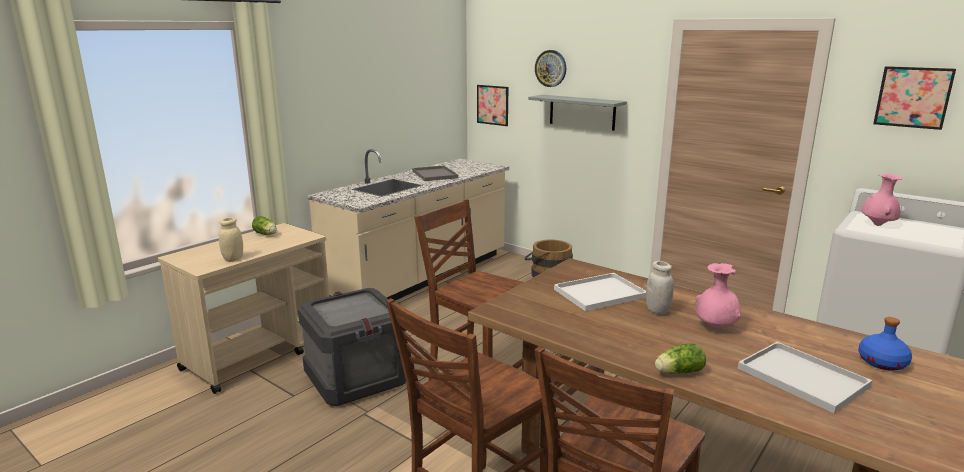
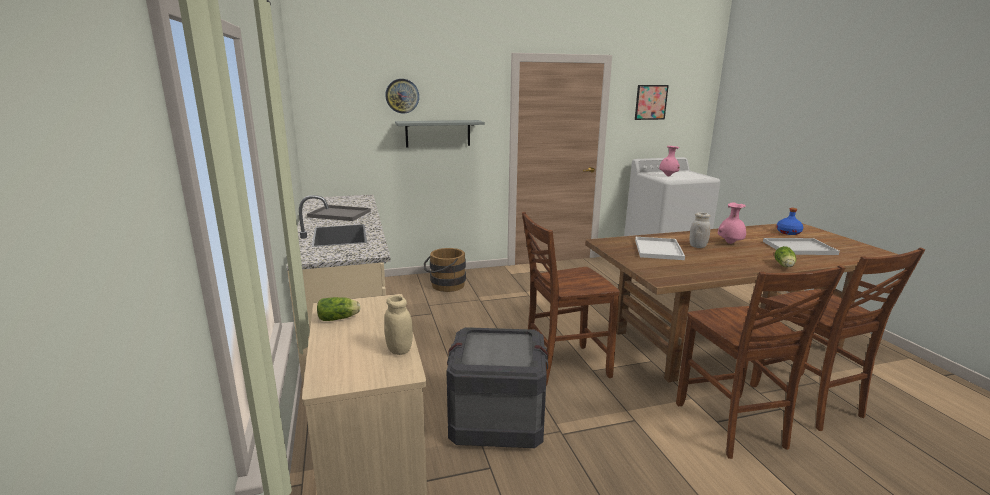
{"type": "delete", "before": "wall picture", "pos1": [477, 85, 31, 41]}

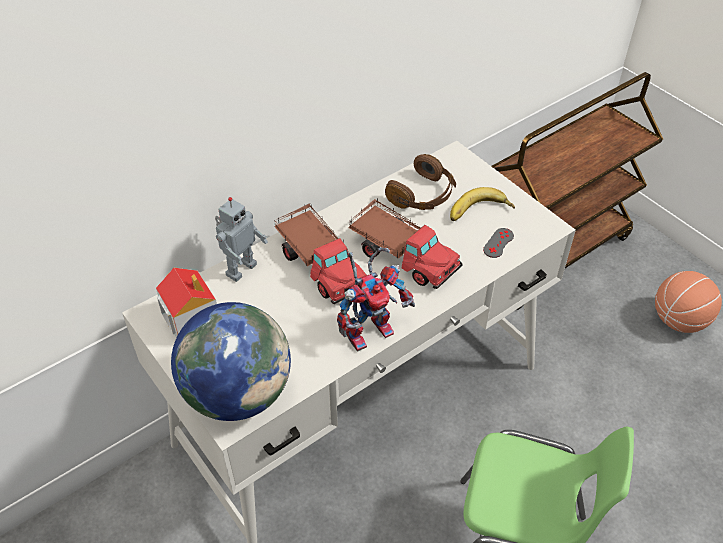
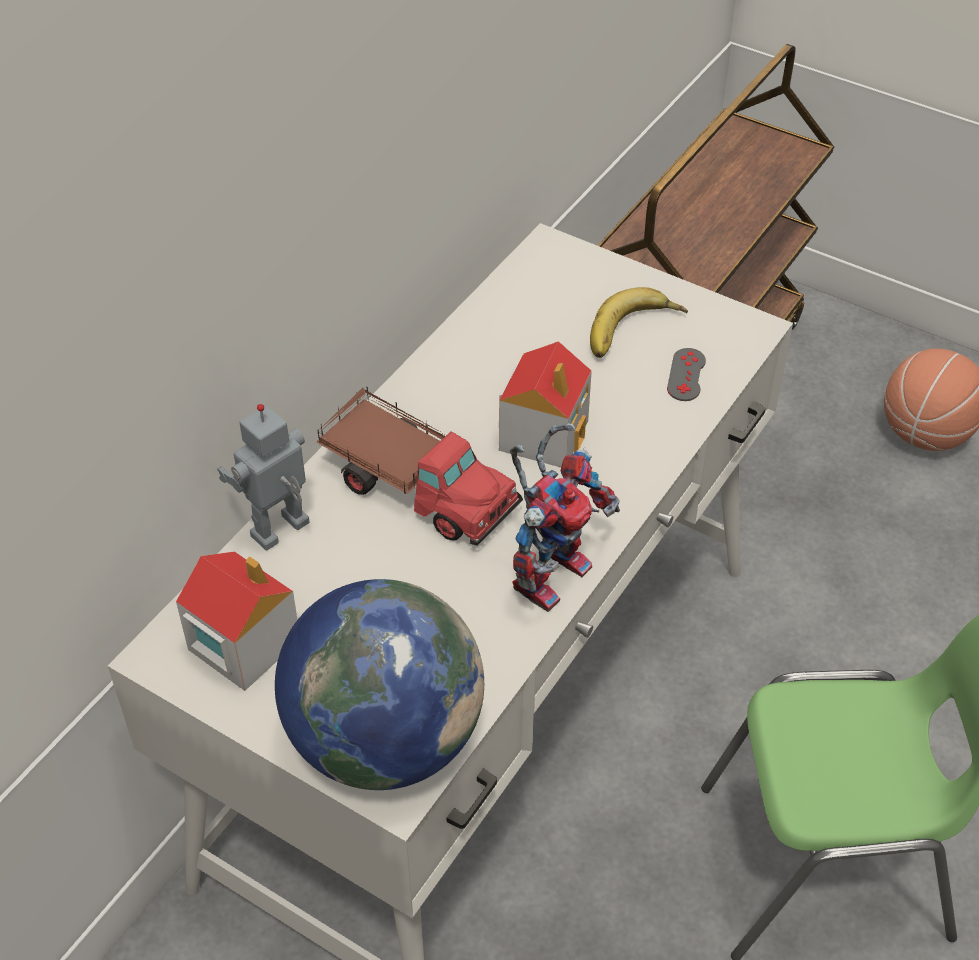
{"type": "rotate", "before": "toy robot", "pos1": [215, 197, 53, 85], "pos2": [217, 404, 93, 146], "turn": -150}
{"type": "replace", "before": "model truck", "after": "miniature house", "pos1": [348, 199, 115, 90], "pos2": [499, 341, 93, 126]}
{"type": "delete", "before": "headset in brown-coloured", "pos1": [385, 154, 71, 56]}

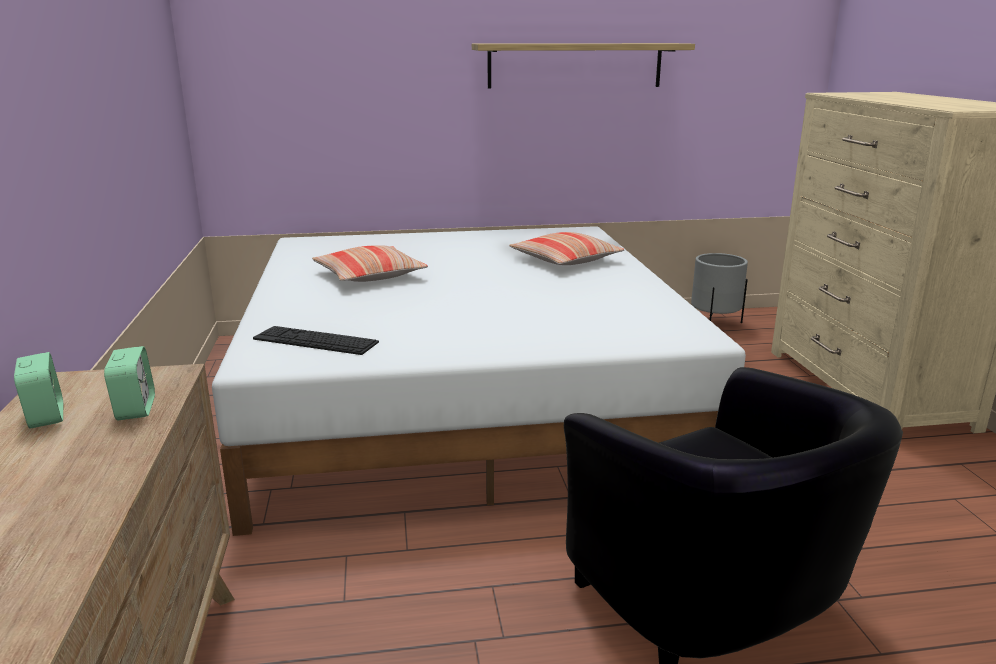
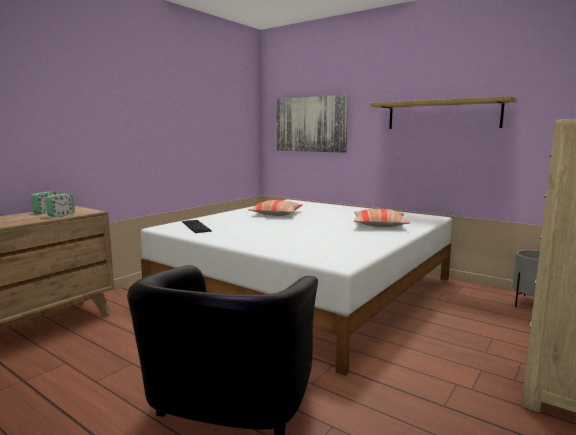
{"type": "insert", "after": "wall picture", "pos2": [276, 95, 72, 58]}

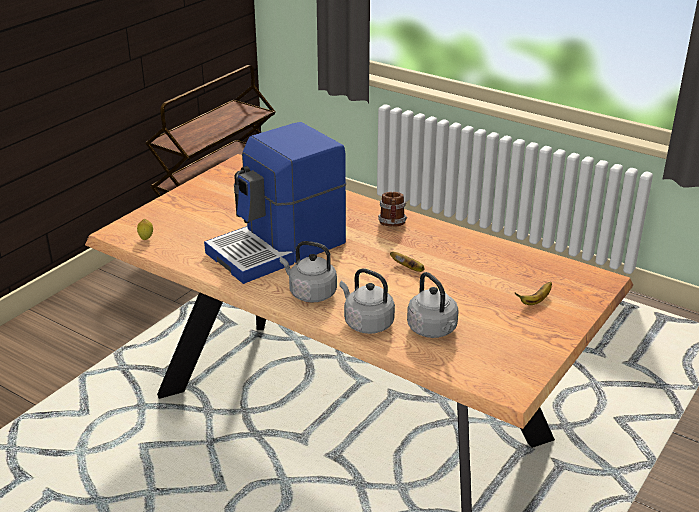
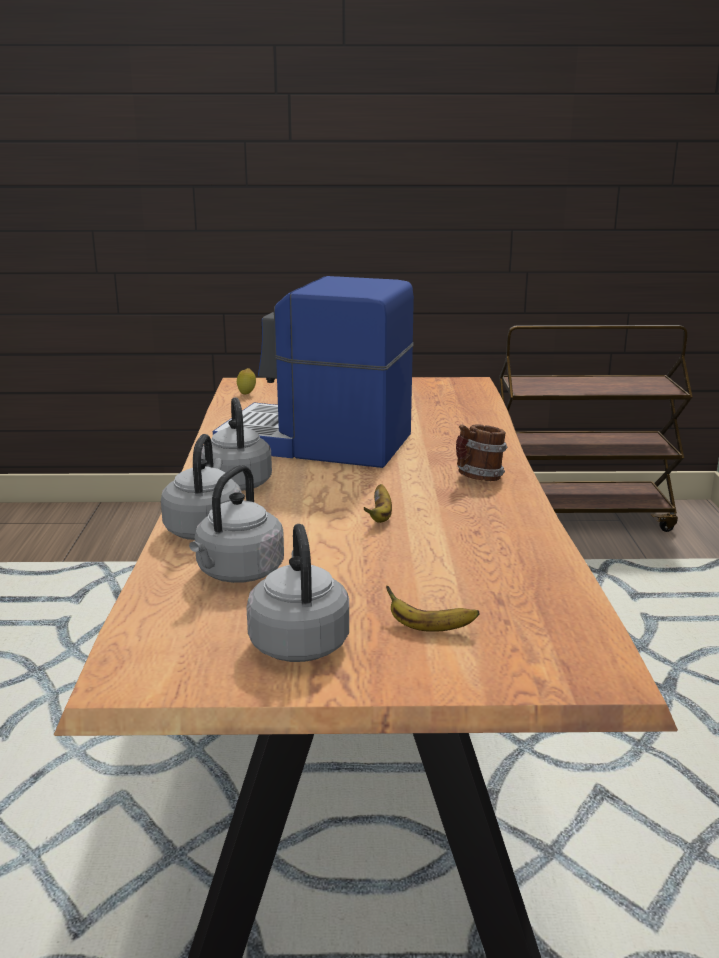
{"type": "insert", "after": "tea kettle in gray", "pos2": [246, 524, 103, 138]}

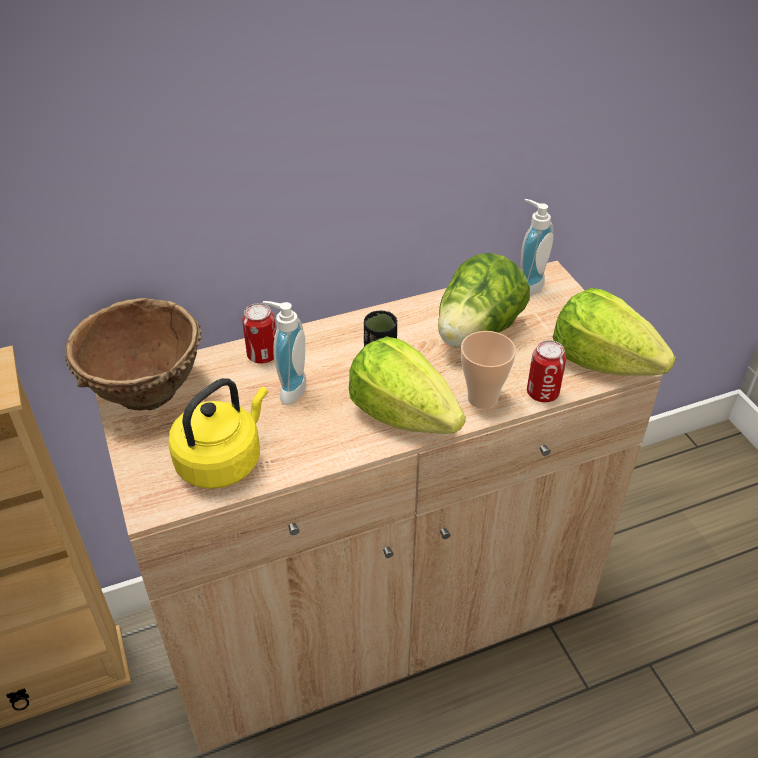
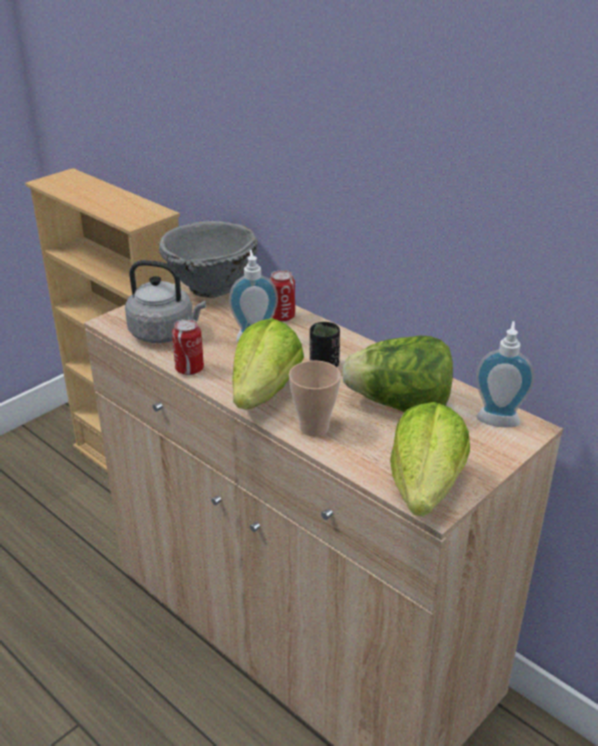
{"type": "recolor", "before": "deep dish in brown-coloured", "after": "deep dish in gray", "pos1": [65, 298, 137, 112], "pos2": [159, 221, 99, 77]}
{"type": "recolor", "before": "tea kettle in yellow-coloured", "after": "tea kettle in gray", "pos1": [168, 378, 100, 111], "pos2": [125, 260, 81, 83]}
{"type": "move", "before": "can", "pos1": [527, 340, 39, 62], "pos2": [172, 319, 32, 56]}

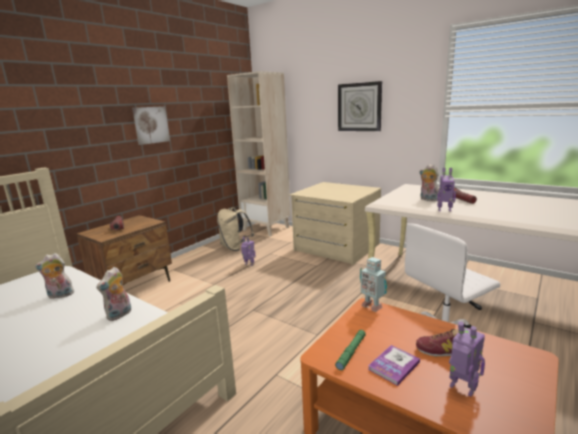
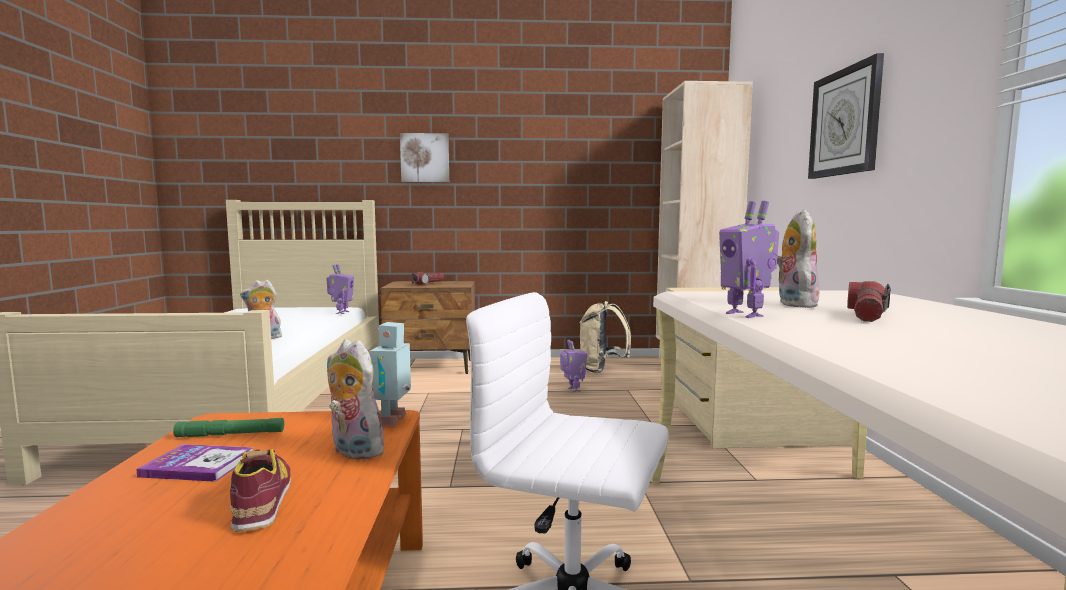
{"type": "move", "before": "cuddly toy", "pos1": [35, 253, 39, 46], "pos2": [327, 339, 58, 120]}
{"type": "move", "before": "wall picture", "pos1": [132, 106, 38, 39], "pos2": [400, 133, 49, 49]}
{"type": "move", "before": "toy robot", "pos1": [449, 321, 36, 76], "pos2": [326, 264, 28, 50]}

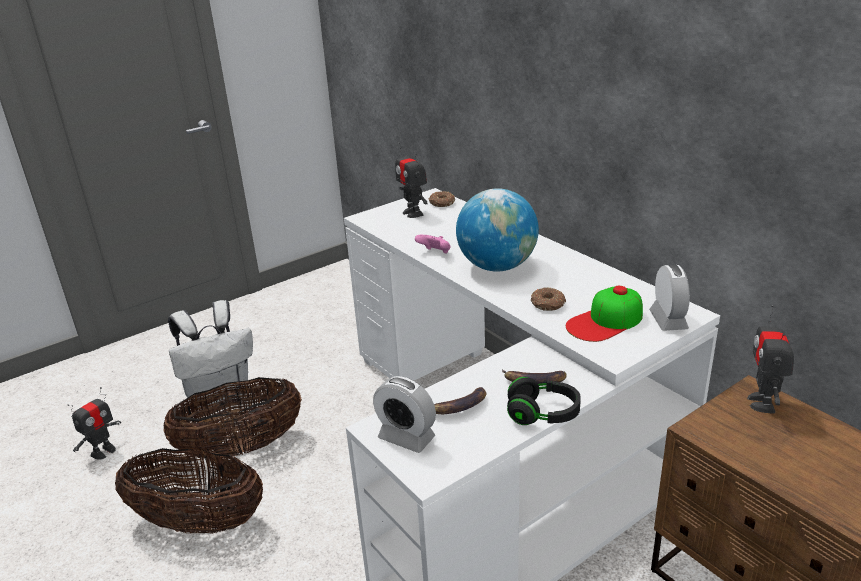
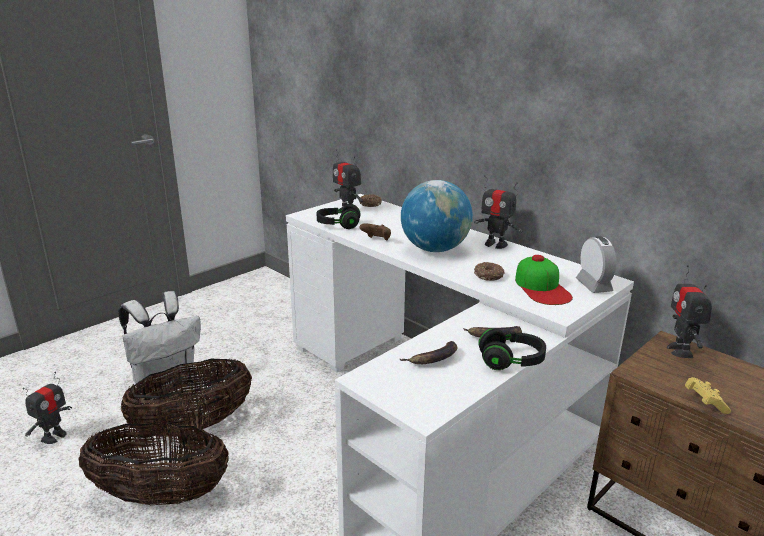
{"type": "delete", "before": "table clock", "pos1": [373, 376, 63, 77]}
{"type": "recolor", "before": "gamepad in pink-coloured", "after": "gamepad in brown-coloured", "pos1": [415, 235, 35, 19], "pos2": [360, 224, 31, 17]}
{"type": "rotate", "before": "cap", "pos1": [566, 286, 77, 56], "pos2": [515, 255, 58, 50], "turn": -60}
{"type": "insert", "after": "headset in black-coloured", "pos2": [316, 204, 45, 25]}
{"type": "insert", "after": "toy robot", "pos2": [474, 175, 48, 74]}
{"type": "insert", "after": "gamepad in yellow-coloured", "pos2": [685, 377, 46, 37]}

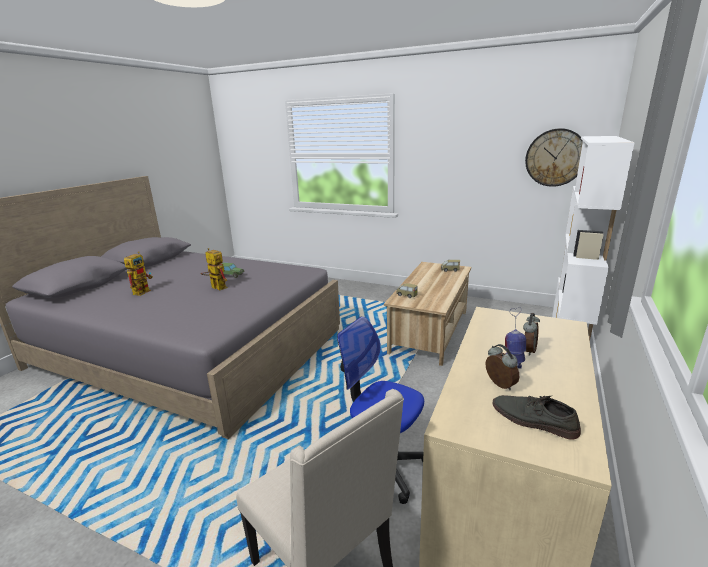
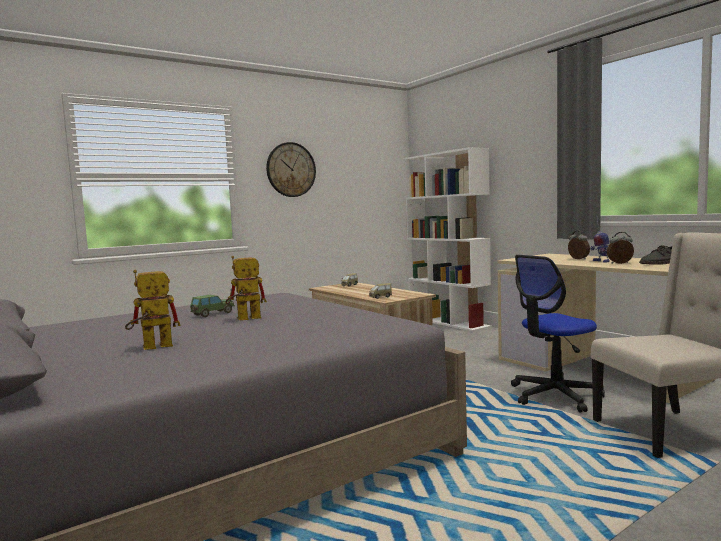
{"type": "rotate", "before": "toy robot", "pos1": [124, 252, 29, 44], "pos2": [125, 270, 56, 80], "turn": -75}
{"type": "move", "before": "clock on the wall", "pos1": [525, 128, 58, 59], "pos2": [266, 142, 50, 55]}

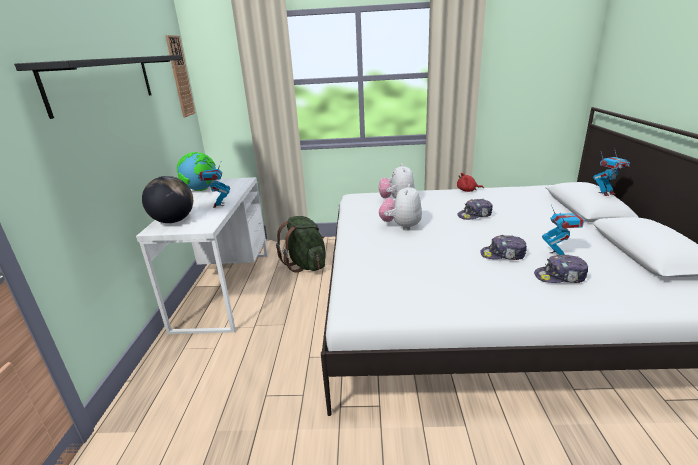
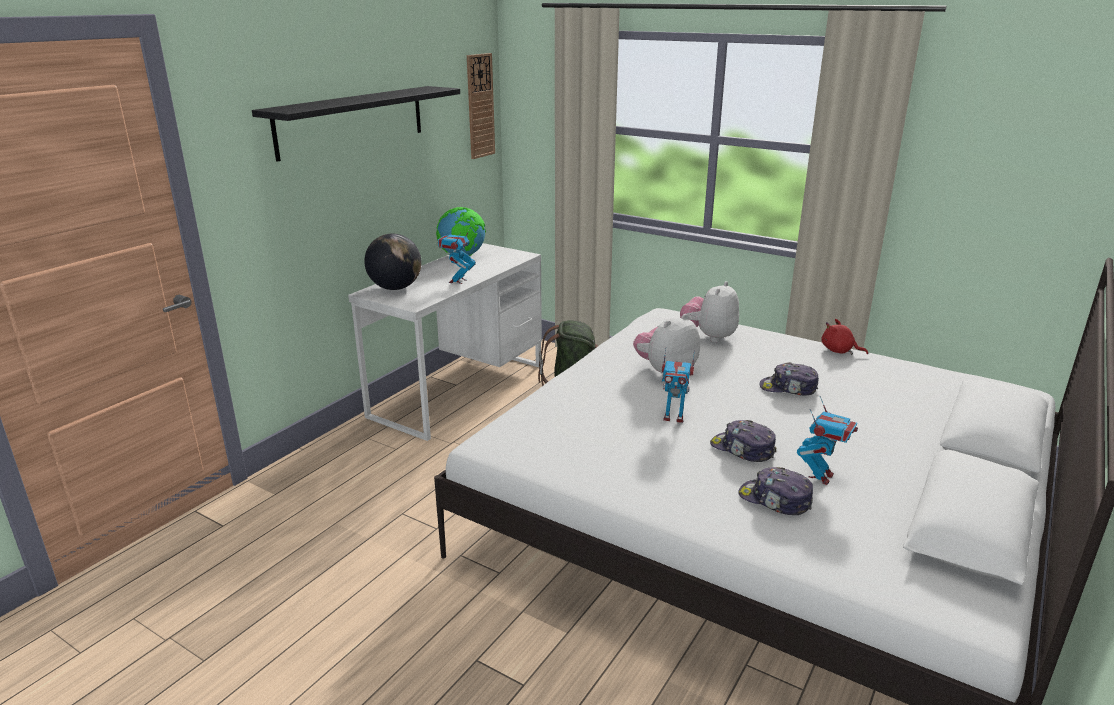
{"type": "move", "before": "toy robot", "pos1": [593, 148, 37, 48], "pos2": [662, 347, 33, 76]}

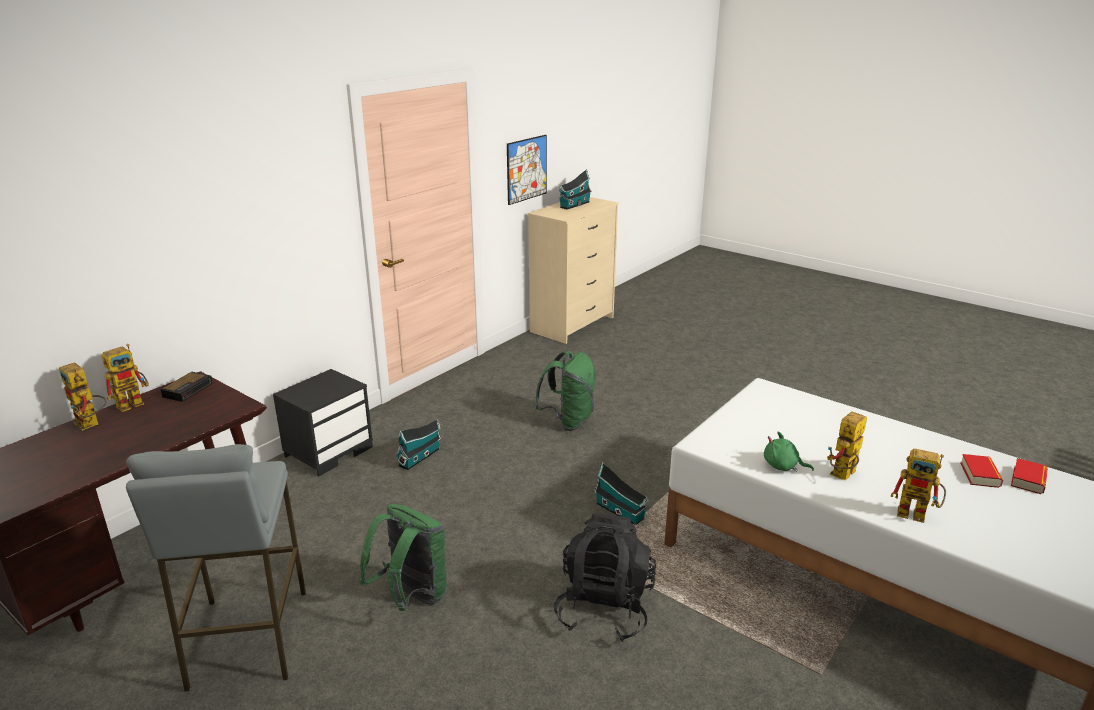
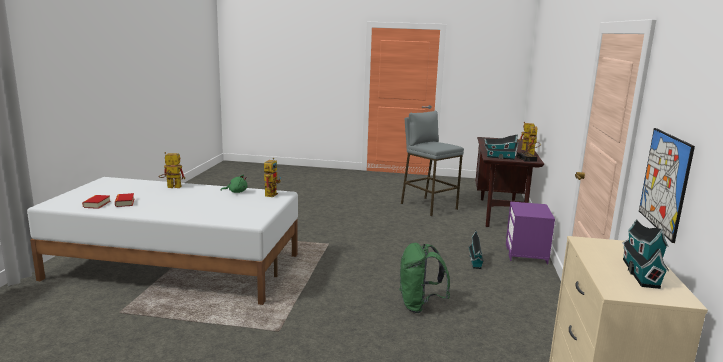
{"type": "recolor", "before": "bedside table in black-coloured", "after": "bedside table in purple-coloured", "pos1": [273, 369, 100, 108], "pos2": [506, 202, 49, 63]}
{"type": "delete", "before": "backpack in green", "pos1": [359, 504, 88, 107]}
{"type": "delete", "before": "backpack in black-coloured", "pos1": [554, 513, 102, 129]}
{"type": "move", "before": "miniature house", "pos1": [594, 462, 55, 63], "pos2": [485, 135, 34, 25]}
{"type": "move", "before": "toy robot", "pos1": [827, 411, 40, 69], "pos2": [264, 158, 17, 39]}

